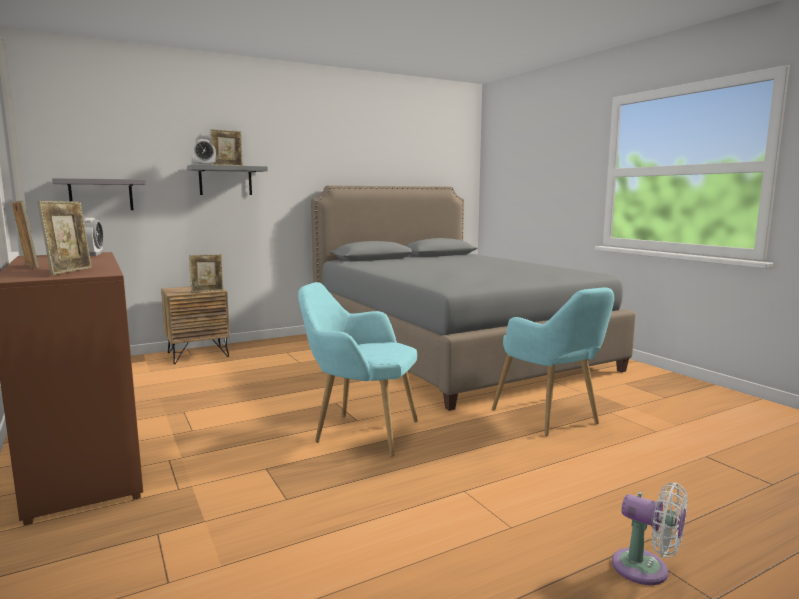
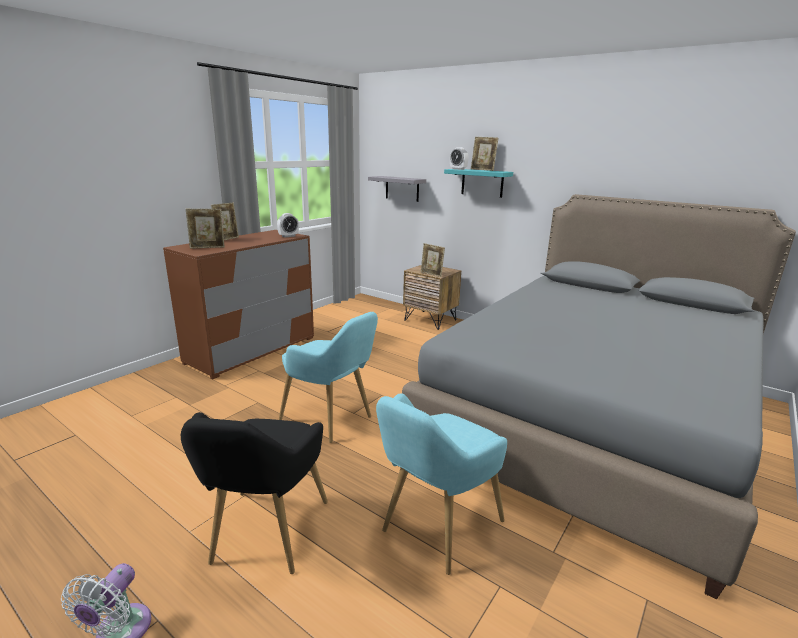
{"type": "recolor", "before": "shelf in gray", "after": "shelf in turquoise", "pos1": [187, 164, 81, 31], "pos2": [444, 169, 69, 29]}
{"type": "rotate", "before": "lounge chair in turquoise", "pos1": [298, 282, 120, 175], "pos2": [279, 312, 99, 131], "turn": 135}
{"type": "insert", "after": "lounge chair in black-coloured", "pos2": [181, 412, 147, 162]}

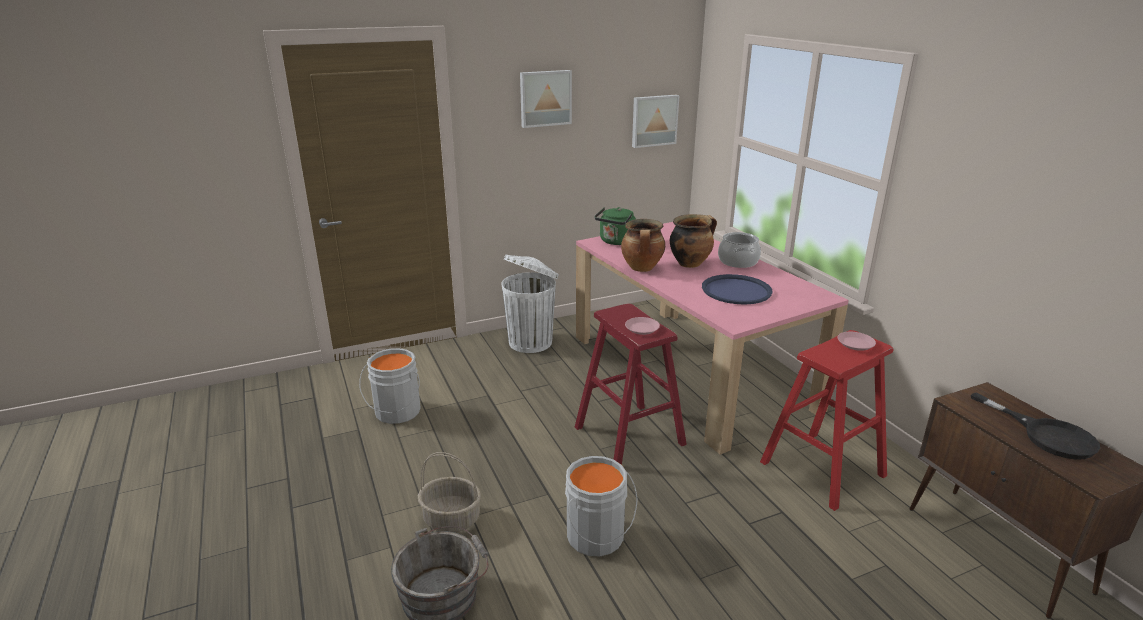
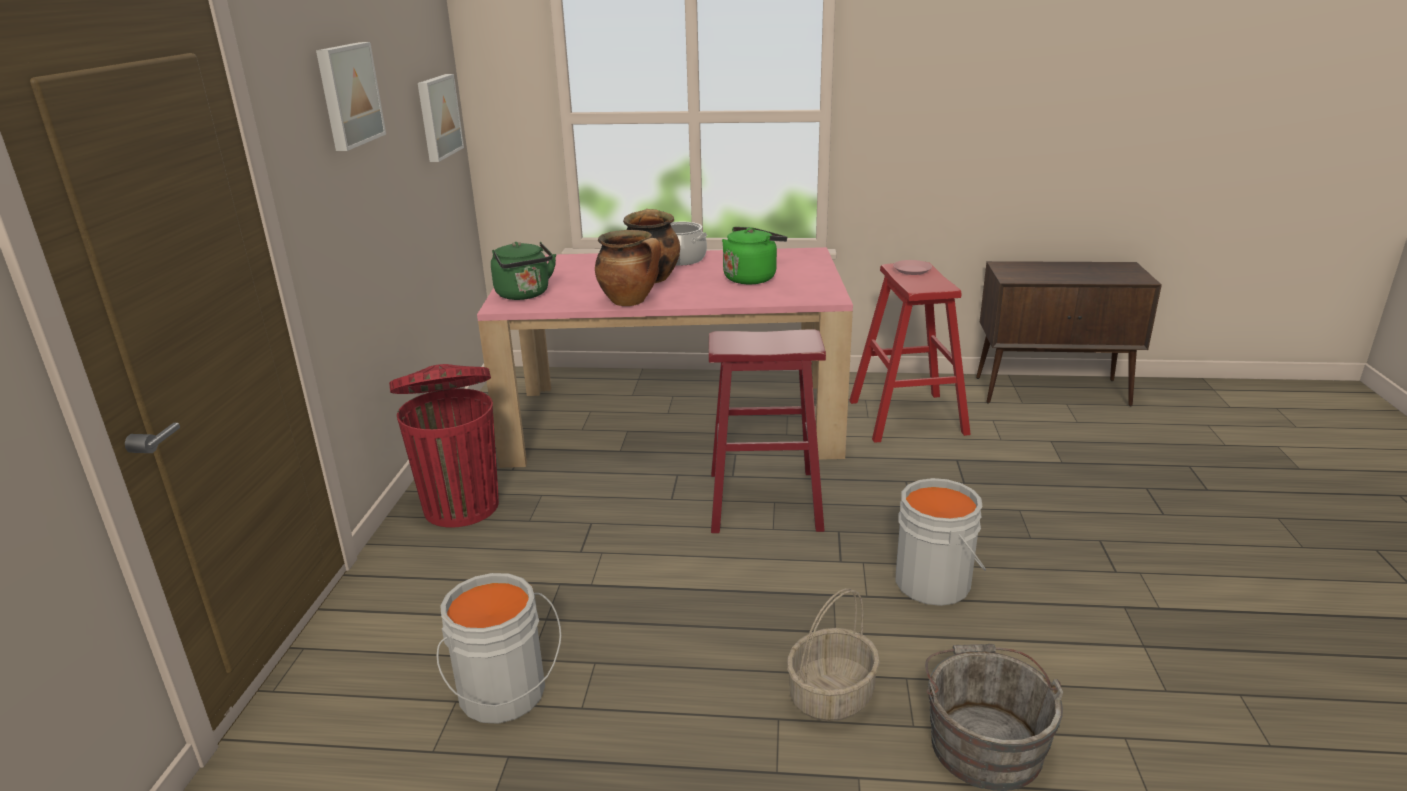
{"type": "recolor", "before": "waste bin in whitish", "after": "waste bin in reddish", "pos1": [502, 255, 57, 98], "pos2": [389, 364, 110, 164]}
{"type": "delete", "before": "dinner plate in pink-coloured", "pos1": [625, 317, 35, 18]}
{"type": "replace", "before": "tray in bluish", "after": "tea kettle in green", "pos1": [702, 274, 70, 30], "pos2": [722, 227, 65, 57]}
{"type": "delete", "before": "frying pan in black-coloured", "pos1": [971, 393, 129, 67]}

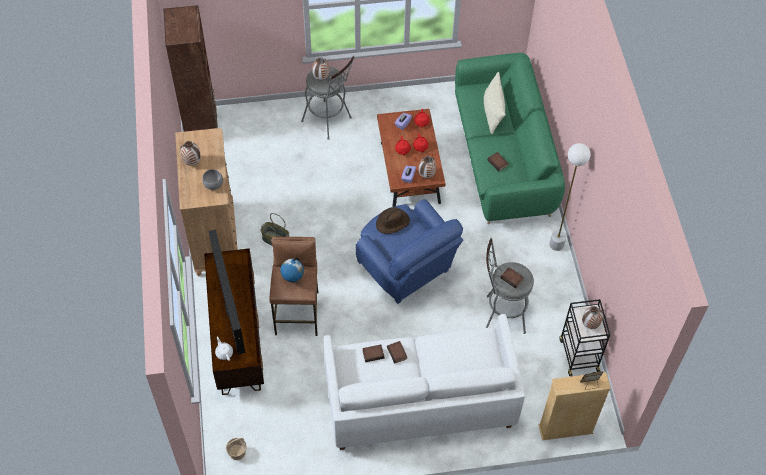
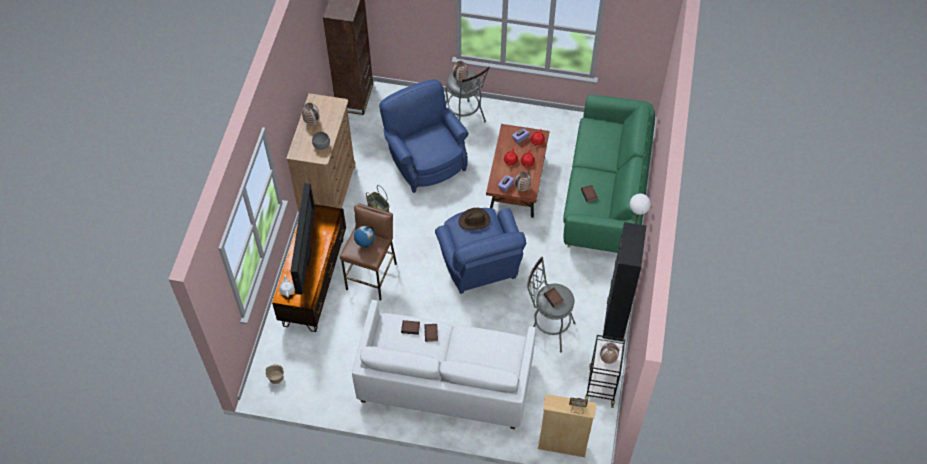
{"type": "delete", "before": "pillow in sand-coloured", "pos1": [484, 72, 22, 62]}
{"type": "insert", "after": "lounge chair in bluish", "pos2": [379, 79, 90, 114]}
{"type": "insert", "after": "cupboard in black-coloured", "pos2": [603, 222, 43, 119]}

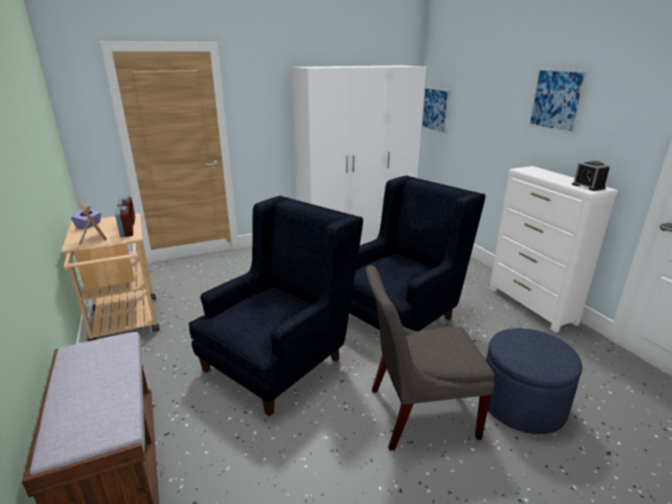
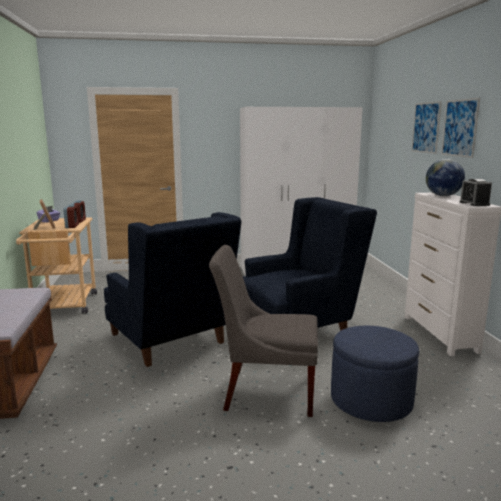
{"type": "rotate", "before": "lounge chair in bluish", "pos1": [189, 196, 174, 220], "pos2": [104, 212, 137, 155], "turn": 90}
{"type": "move", "before": "wall picture", "pos1": [421, 87, 29, 47], "pos2": [411, 101, 31, 53]}
{"type": "insert", "after": "desk globe", "pos2": [426, 159, 39, 37]}

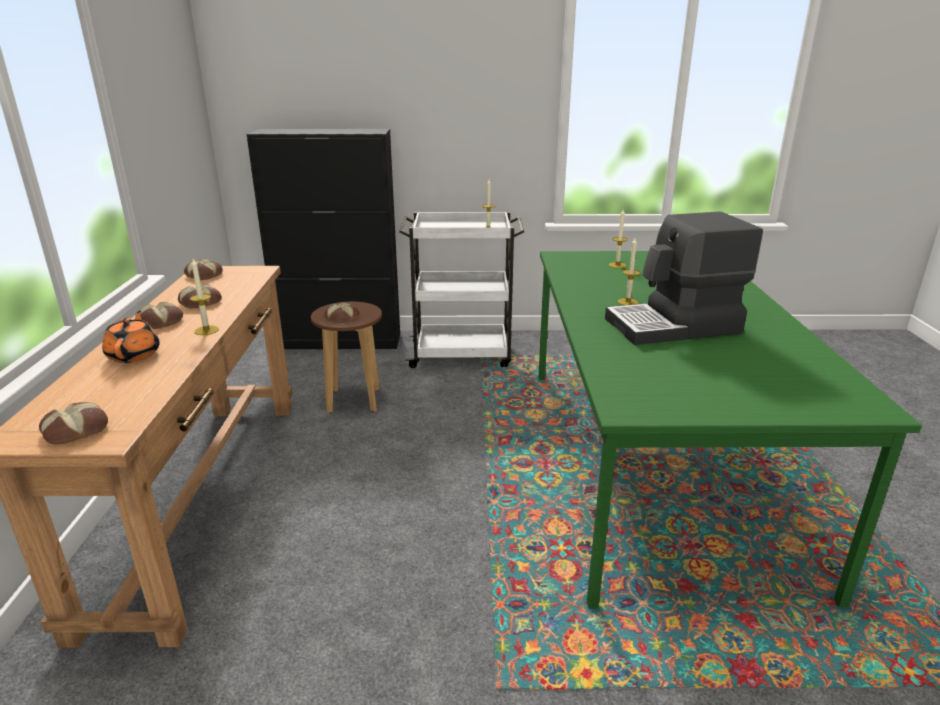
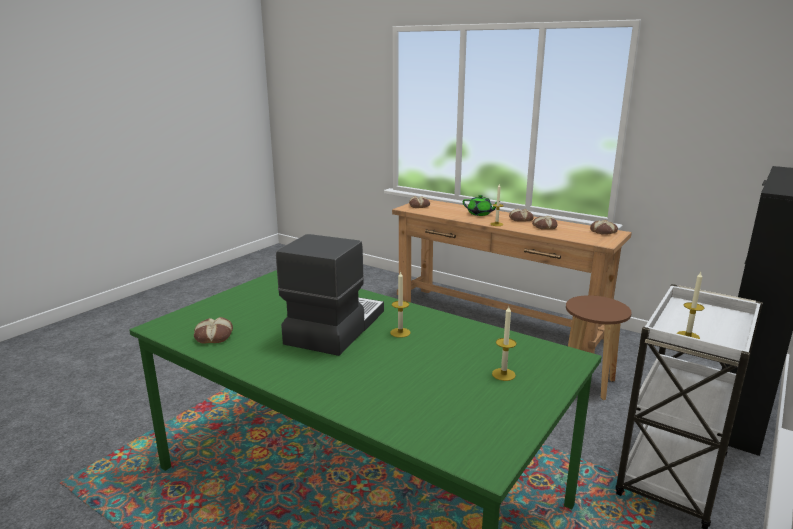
{"type": "recolor", "before": "tea pot in orange", "after": "tea pot in green", "pos1": [102, 311, 58, 52], "pos2": [463, 195, 38, 21]}
{"type": "move", "before": "baked bread", "pos1": [324, 302, 36, 21], "pos2": [194, 317, 39, 27]}

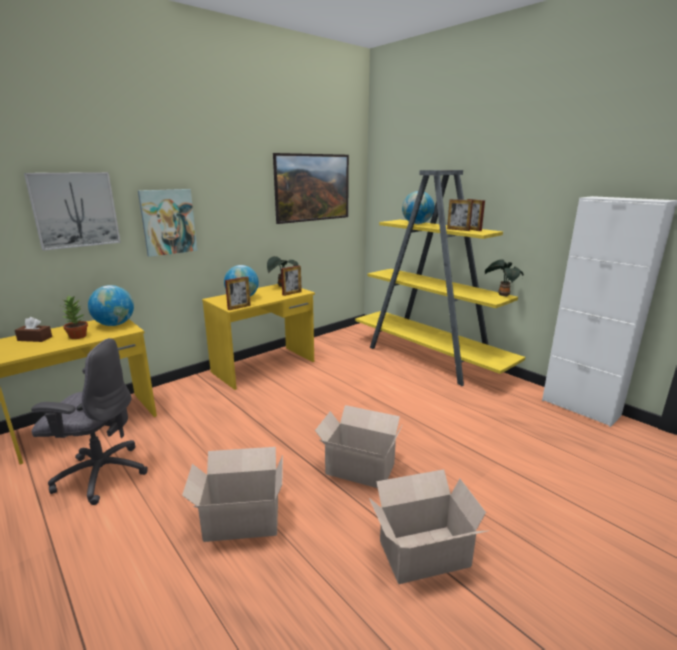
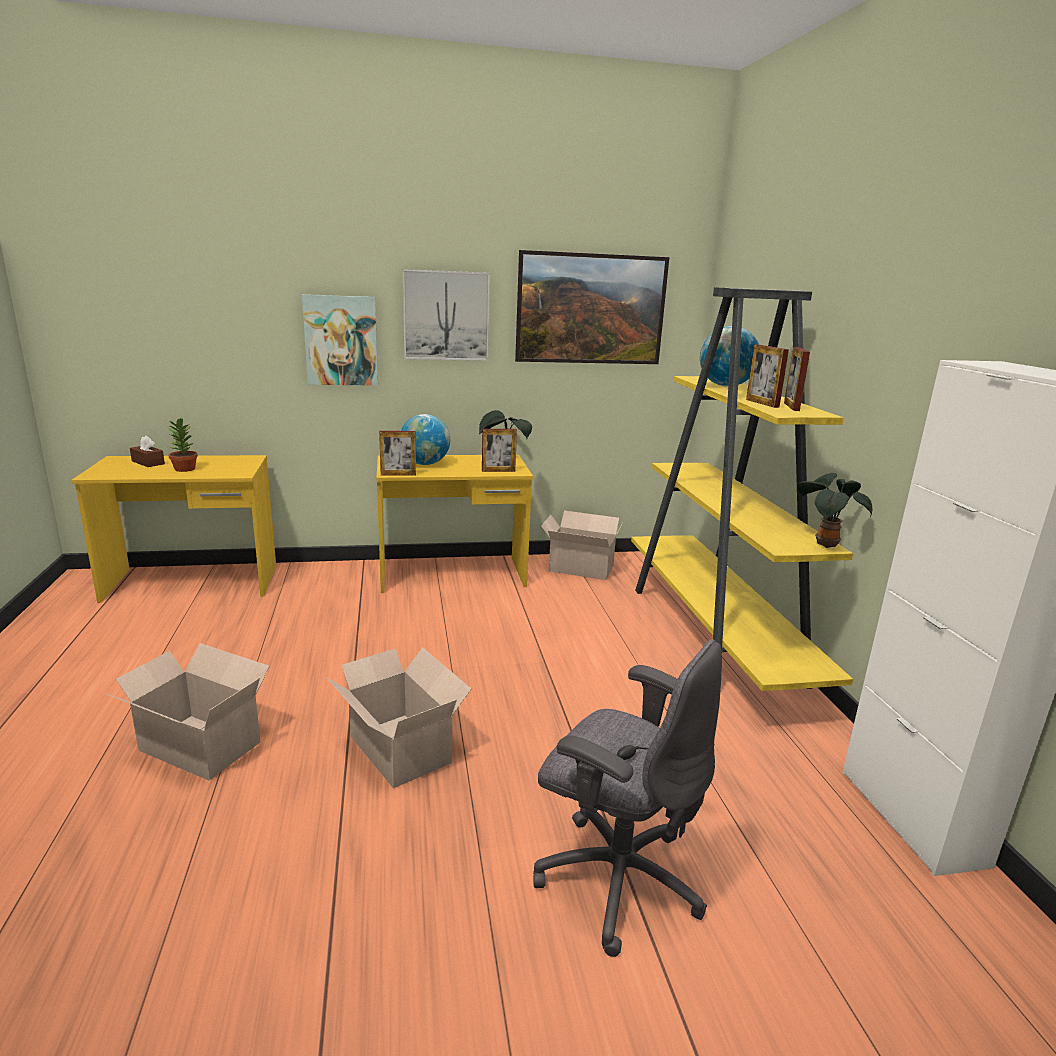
{"type": "move", "before": "wall picture", "pos1": [24, 172, 97, 79], "pos2": [403, 269, 87, 92]}
{"type": "move", "before": "desk chair in gray", "pos1": [31, 338, 117, 167], "pos2": [533, 639, 189, 318]}
{"type": "delete", "before": "desk globe", "pos1": [88, 285, 46, 41]}
{"type": "move", "before": "cardboard box", "pos1": [369, 469, 118, 115], "pos2": [541, 510, 82, 70]}

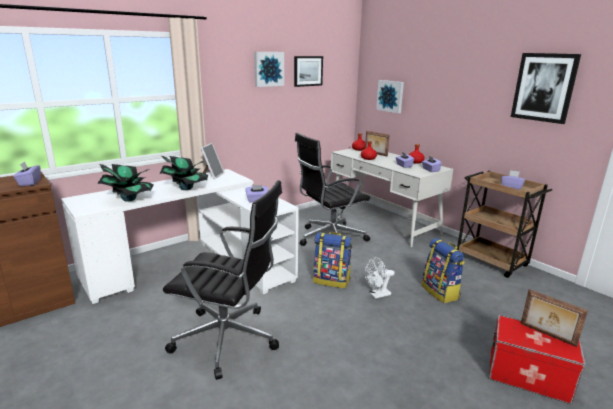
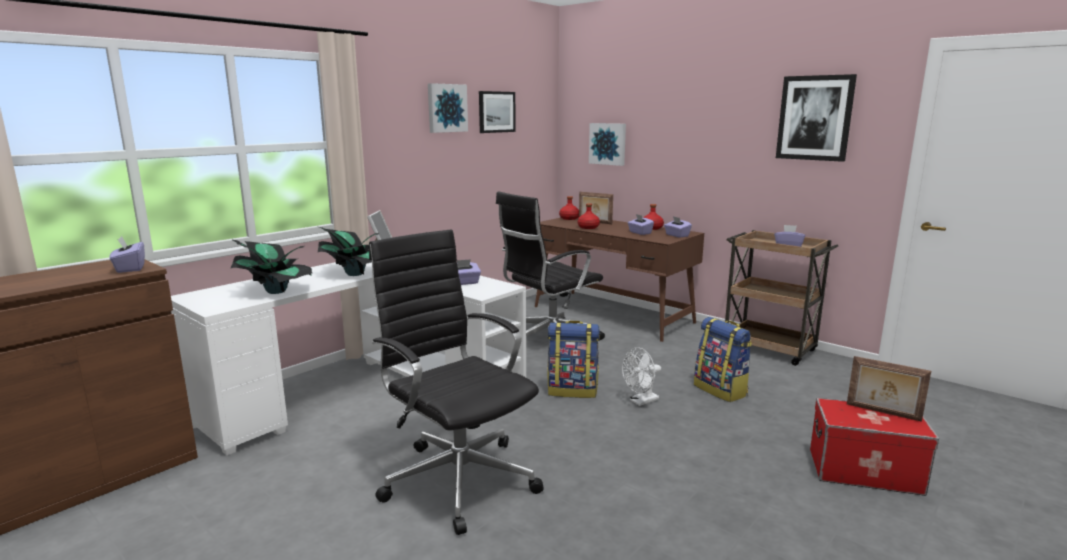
{"type": "rotate", "before": "desk chair in black-coloured", "pos1": [163, 180, 119, 200], "pos2": [369, 229, 175, 306], "turn": -135}
{"type": "recolor", "before": "desk in whitish", "after": "desk in brown-coloured", "pos1": [330, 148, 123, 99], "pos2": [535, 217, 169, 125]}

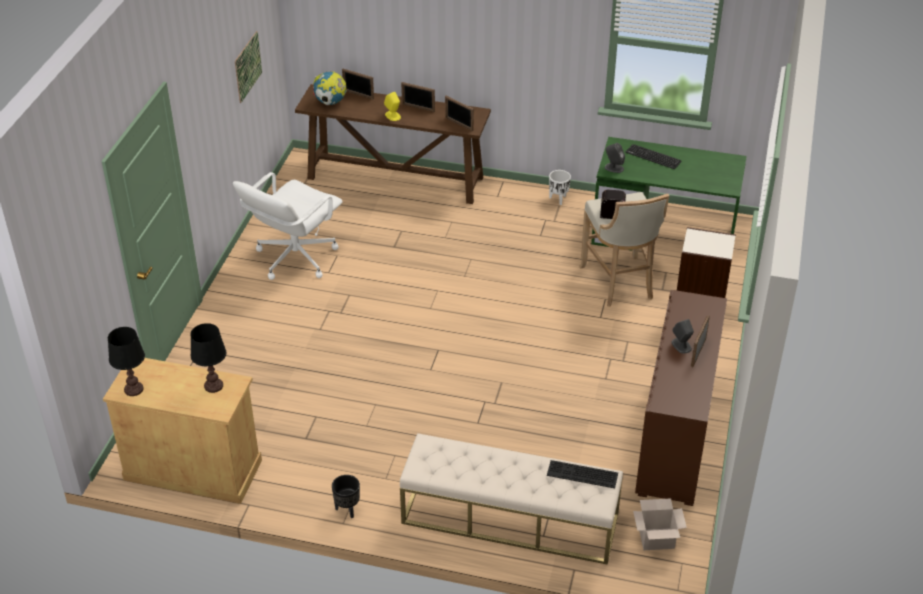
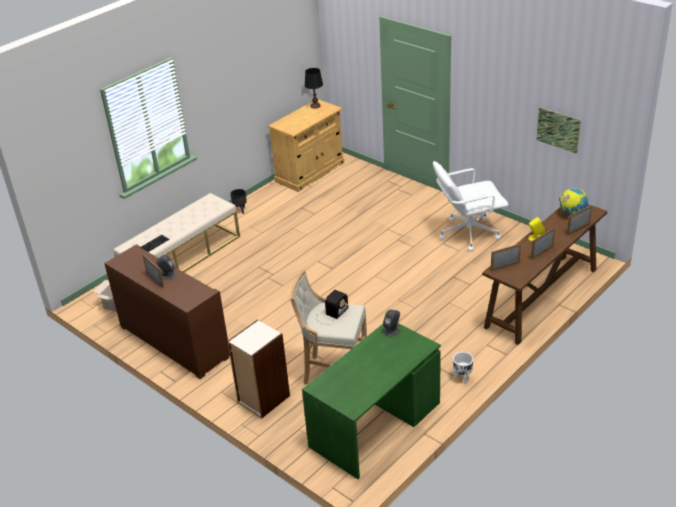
{"type": "delete", "before": "lamp for a table in black-coloured", "pos1": [191, 323, 35, 70]}
{"type": "rotate", "before": "desk chair in whitish", "pos1": [233, 172, 110, 108], "pos2": [433, 161, 75, 90], "turn": -75}
{"type": "delete", "before": "computer keyboard", "pos1": [626, 144, 56, 25]}

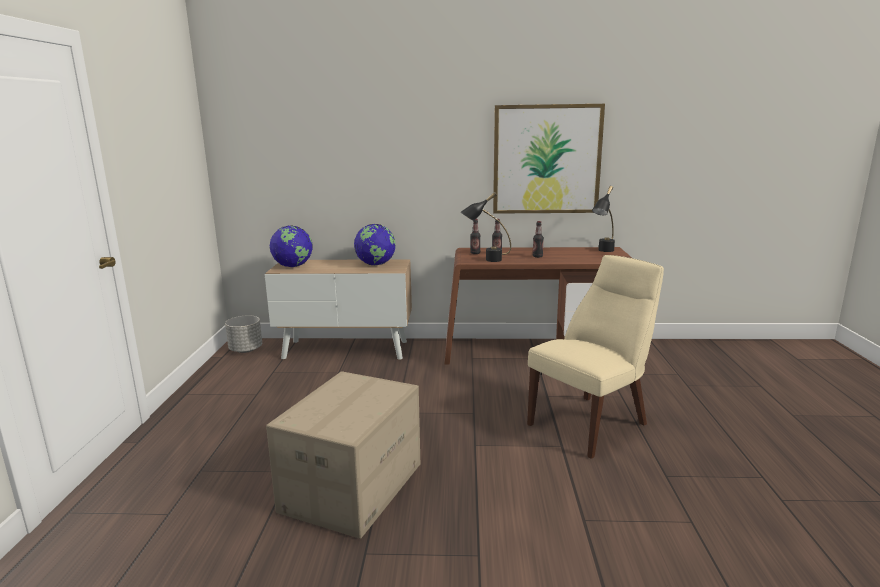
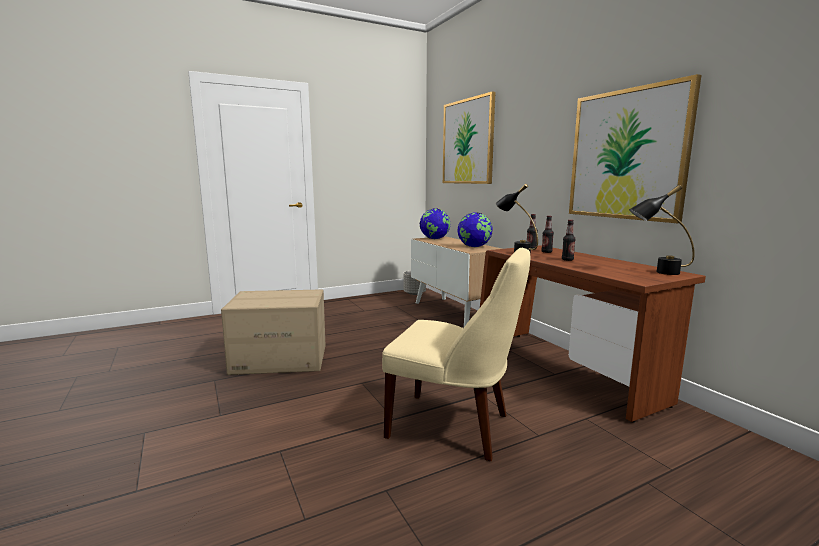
{"type": "insert", "after": "wall picture", "pos2": [443, 91, 52, 93]}

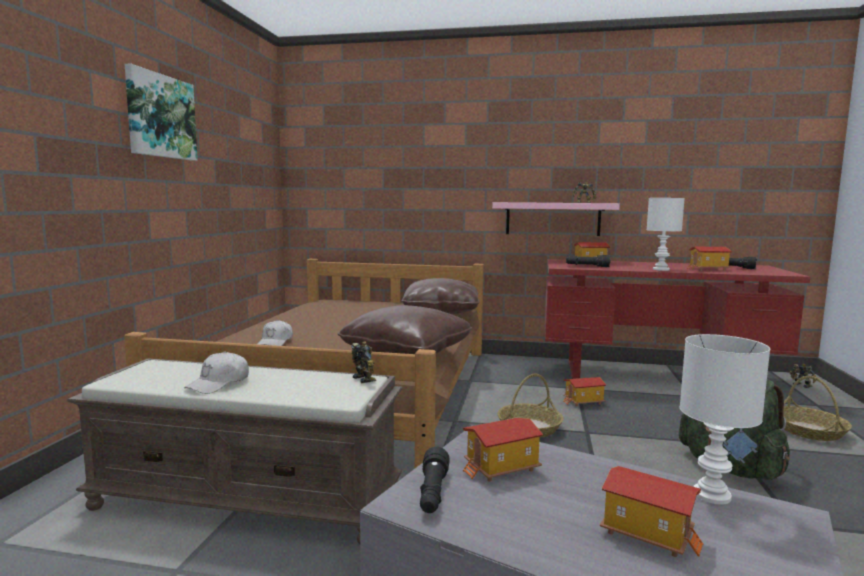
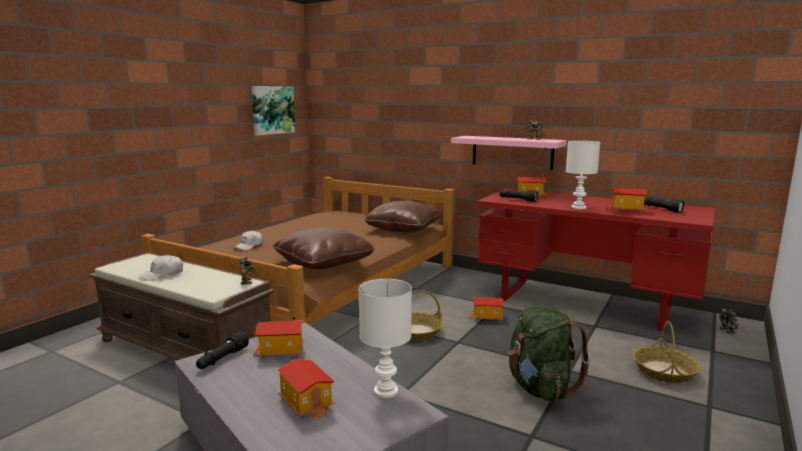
{"type": "move", "before": "wall picture", "pos1": [125, 63, 73, 98], "pos2": [252, 86, 44, 50]}

